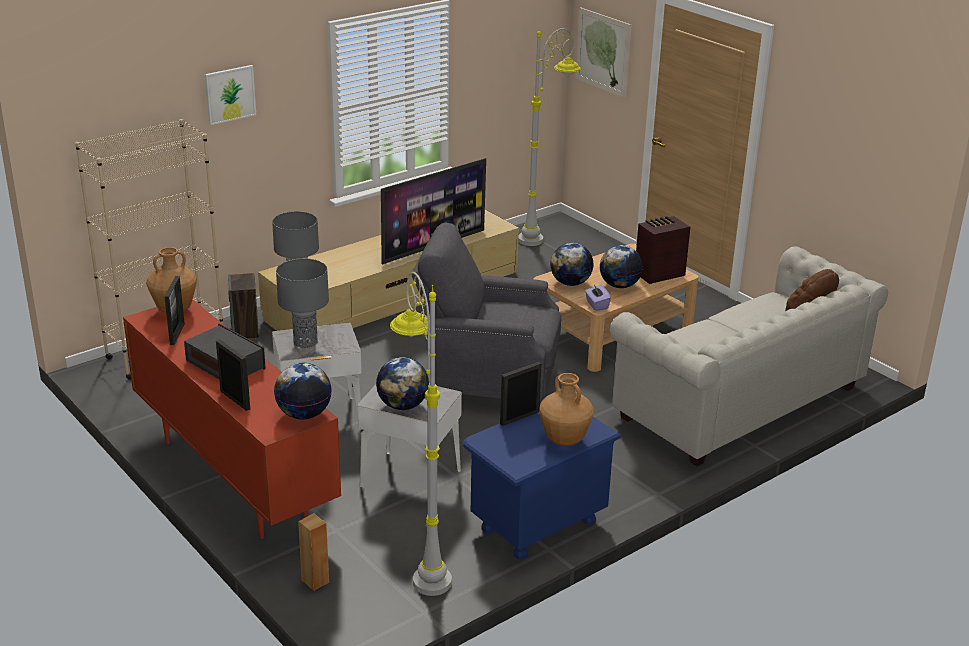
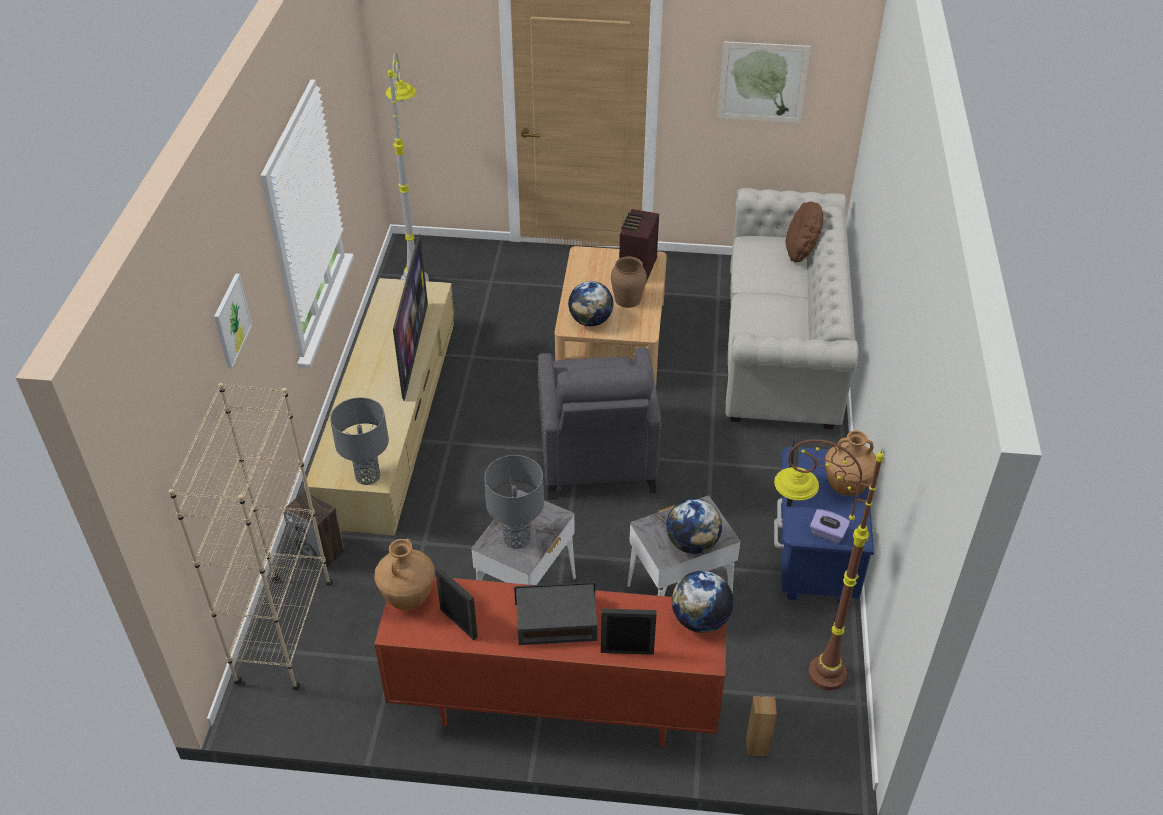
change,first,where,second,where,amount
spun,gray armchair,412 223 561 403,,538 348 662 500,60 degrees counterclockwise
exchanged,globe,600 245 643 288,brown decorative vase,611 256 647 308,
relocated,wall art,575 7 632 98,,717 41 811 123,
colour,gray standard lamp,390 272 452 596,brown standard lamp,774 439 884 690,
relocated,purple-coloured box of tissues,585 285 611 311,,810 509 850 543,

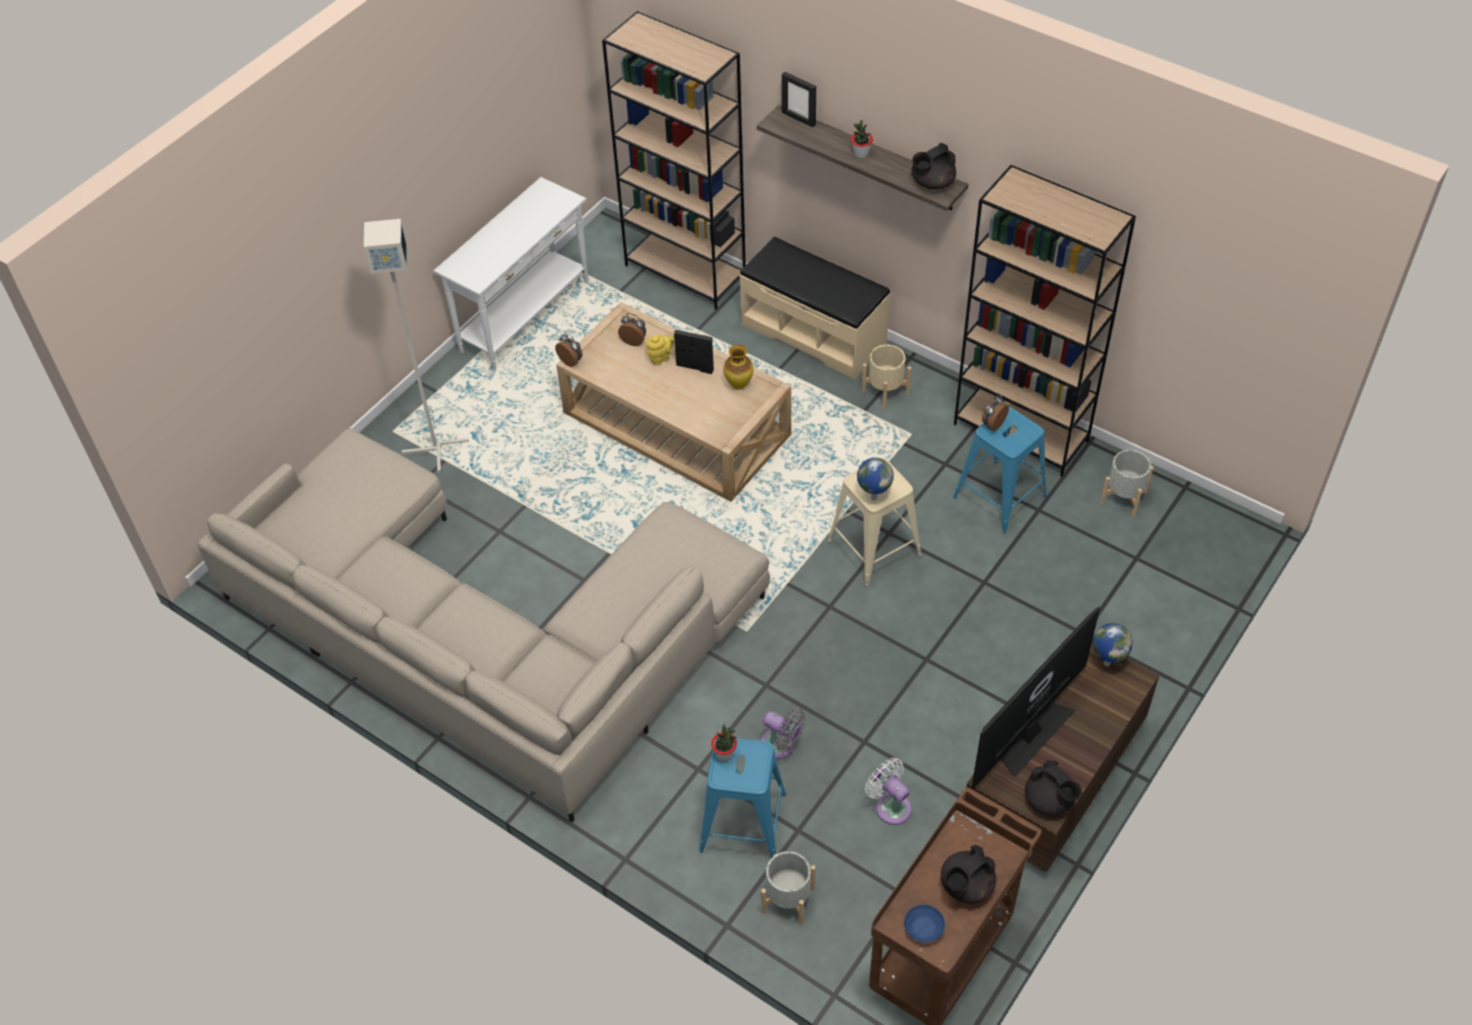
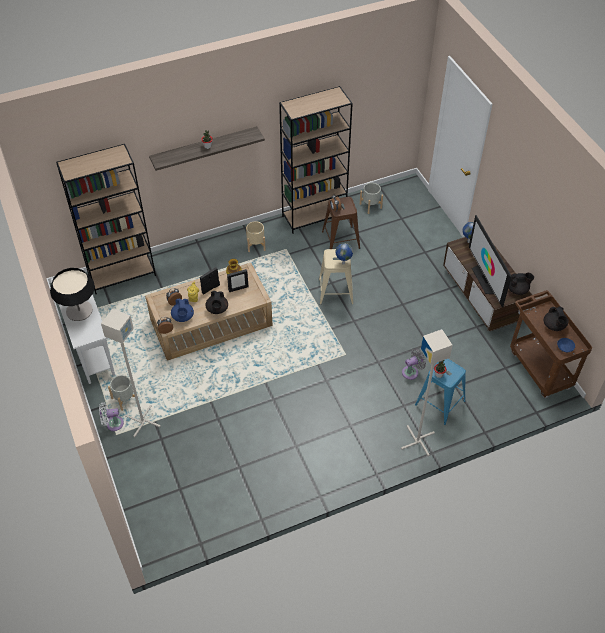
change,first,where,second,where,amount
appeared,,,lamp for a table,50 268 95 321,
relocated,white-coloured cooling fan,865 758 912 825,,99 402 124 431,
relocated,gray planter,761 851 816 925,,108 375 135 411,
appeared,,,blue-coloured teapot,171 299 194 322,
relocated,black teapot,912 143 956 190,,205 291 228 314,
relocated,picture frame,782 72 816 127,,227 269 248 292,
colour,blue-coloured stool,953 407 1047 533,brown stool,322 197 360 249,
appeared,,,gray standard lamp,401 329 453 456,
missing,beige-coloured settee,197 428 770 822,,,
missing,beige-coloured bench,739 237 890 379,,,

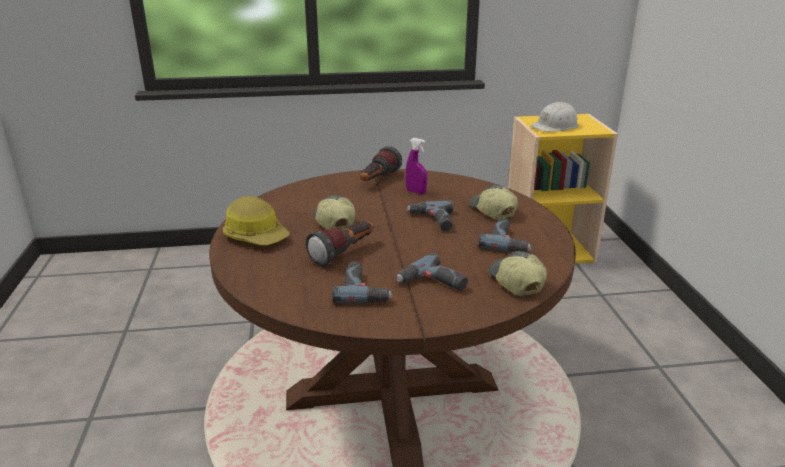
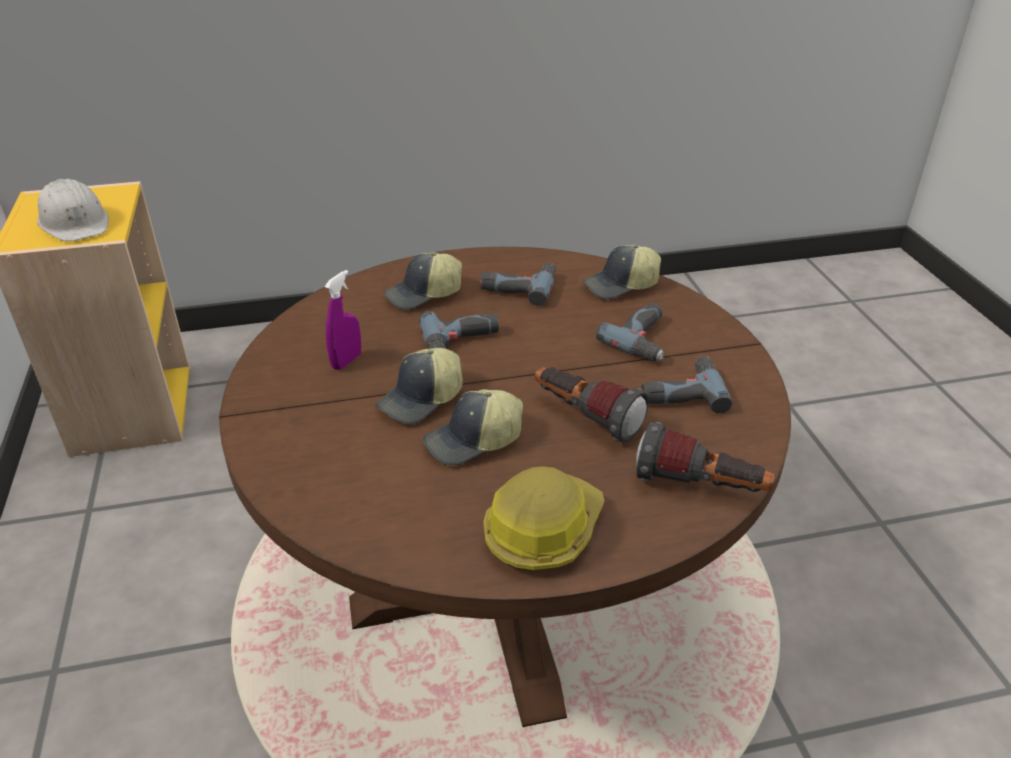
change,first,where,second,where,amount
appeared,,,baseball cap,375 348 463 424,
relocated,flashlight,360 146 402 181,,636 421 774 492,

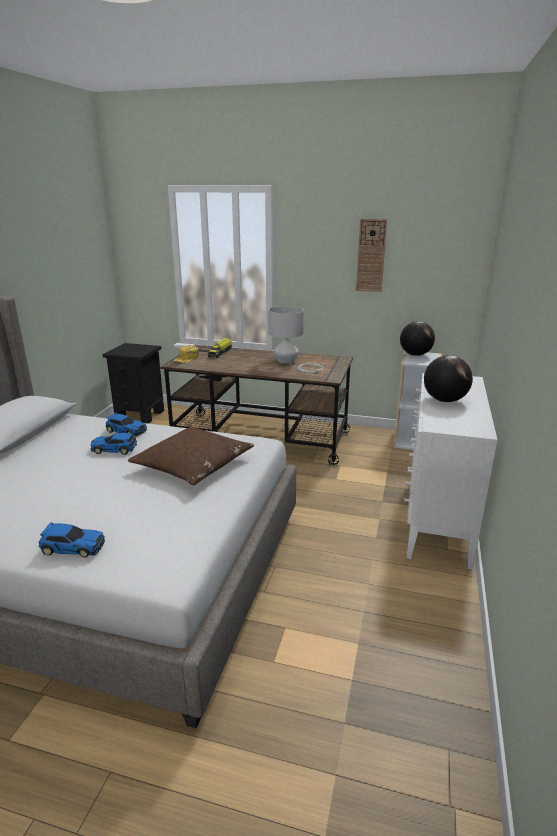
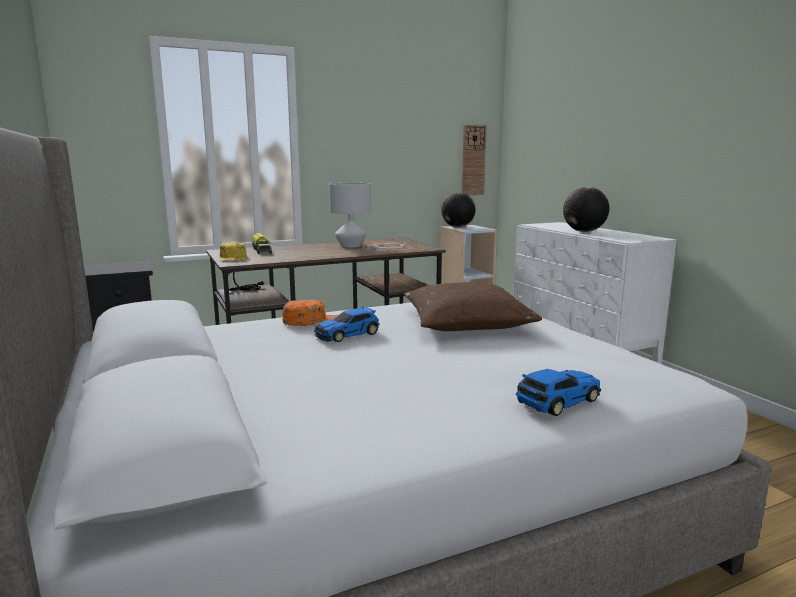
change,first,where,second,where,amount
exchanged,miniature car,106 413 147 437,orangey baseball cap,282 299 338 326,
relocated,hanging clock,356 219 387 292,,462 125 487 195,

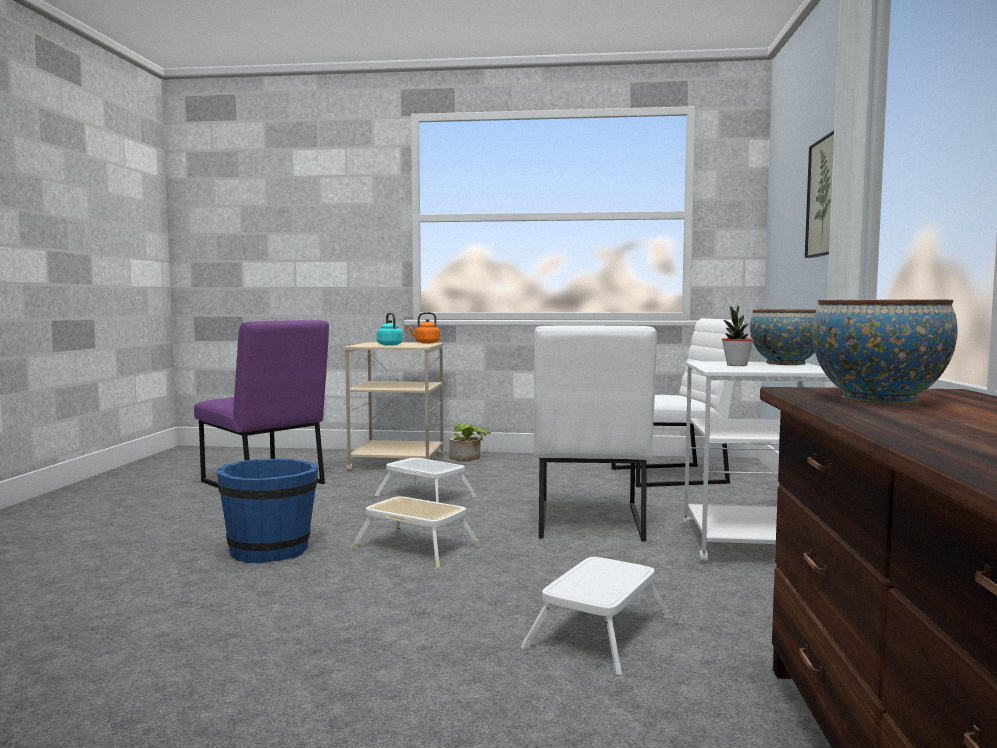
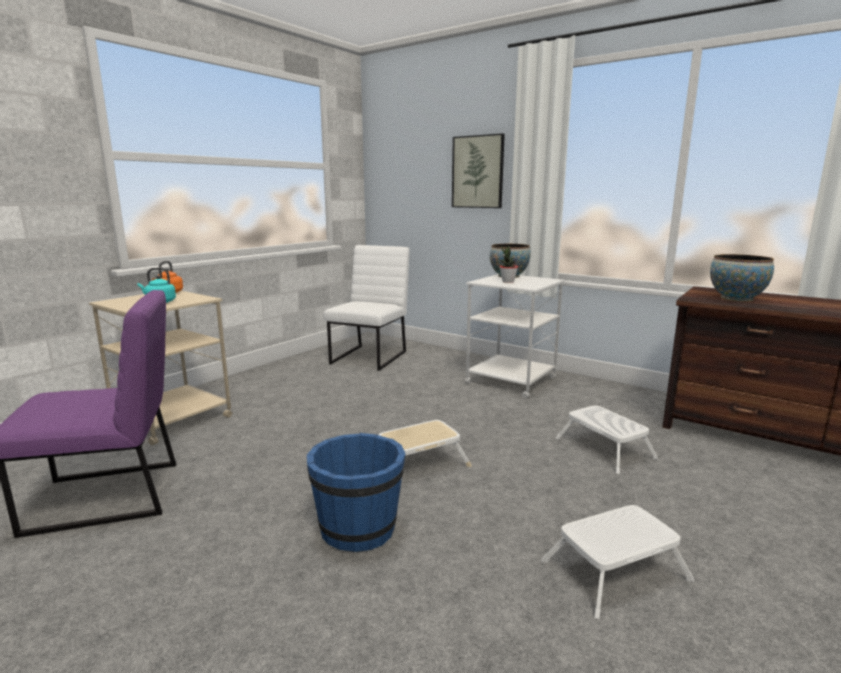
change,first,where,second,where,amount
relocated,white-coloured stepladder,375 458 477 503,,541 505 694 619,
missing,houseplant,449 423 491 461,,,
missing,white-coloured chair,534 326 657 541,,,

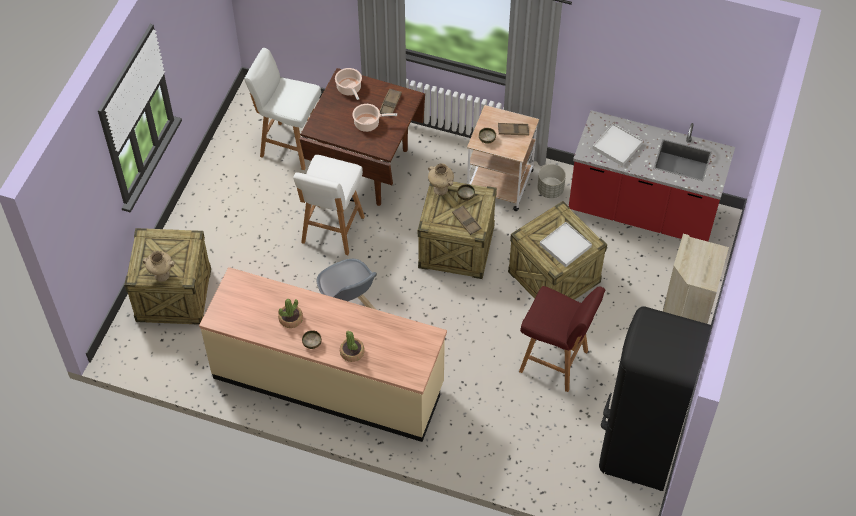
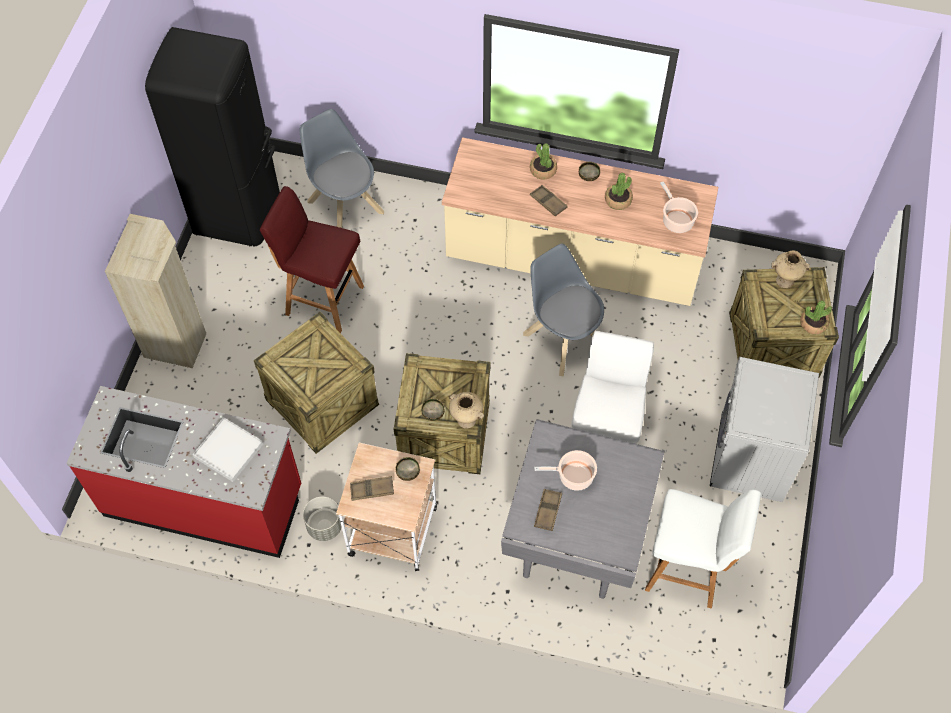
change,first,where,second,where,amount
appeared,,,gray chair,300 109 384 228,
colour,brown dinner table,299 68 425 206,gray dinner table,501 419 664 599,
relocated,brown tray,452 205 482 235,,530 185 568 216,
relocated,saucepot,335 68 362 100,,660 182 698 233,
appeared,,,white-coloured laundry machine,710 357 819 502,
appeared,,,houseplant,800 300 832 334,
missing,white-coloured tray,540 222 592 267,,,

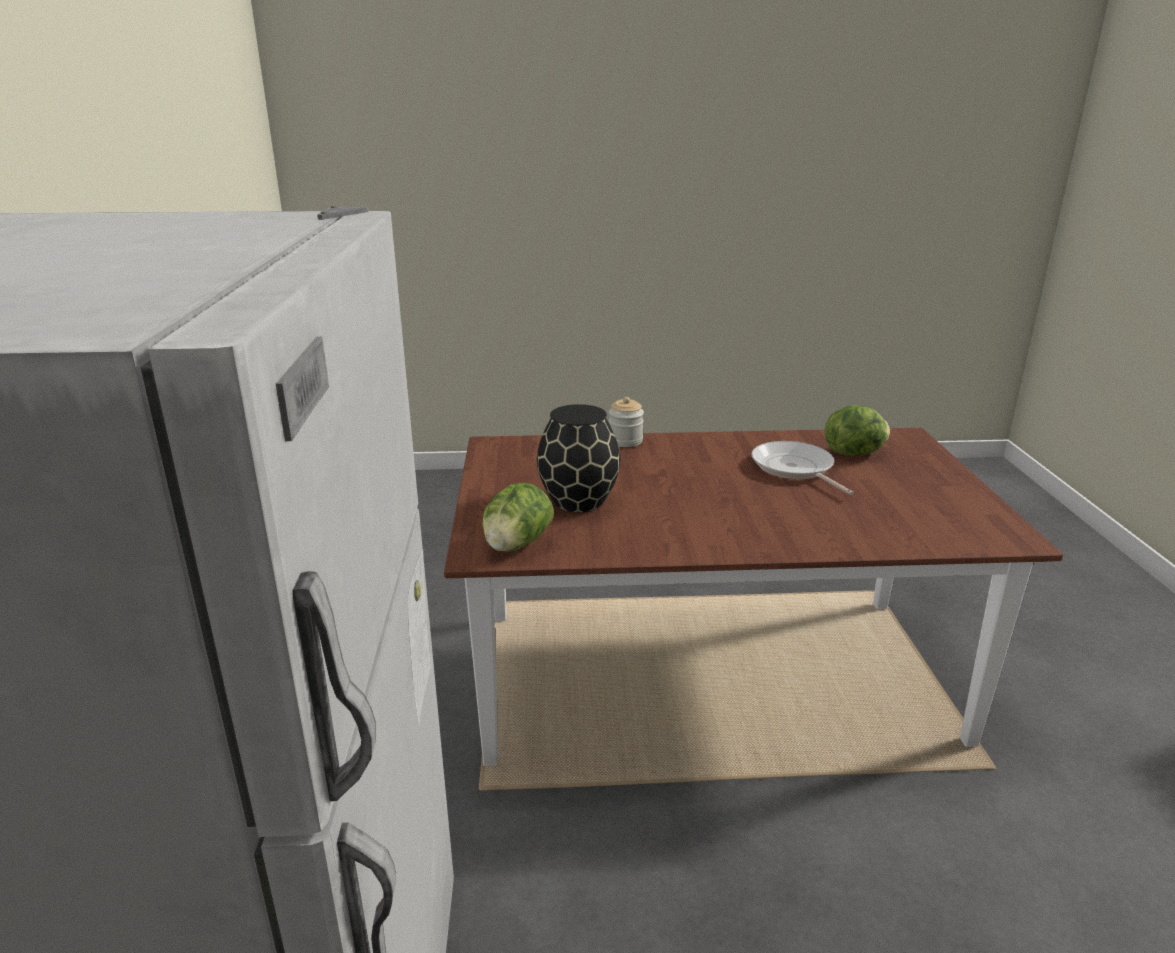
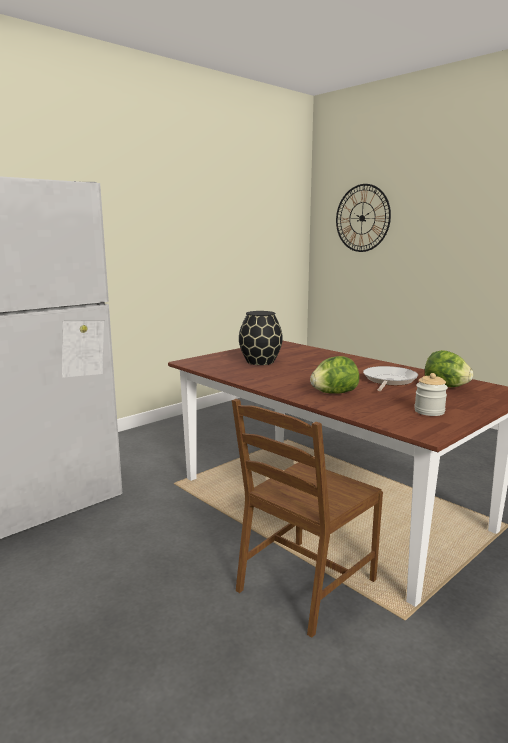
change,first,where,second,where,amount
appeared,,,brown chair,232 399 383 638,
relocated,head of lettuce,482 483 554 552,,310 356 359 394,
appeared,,,hanging clock,336 184 391 252,
relocated,preserve jar,609 397 644 447,,414 373 448 416,

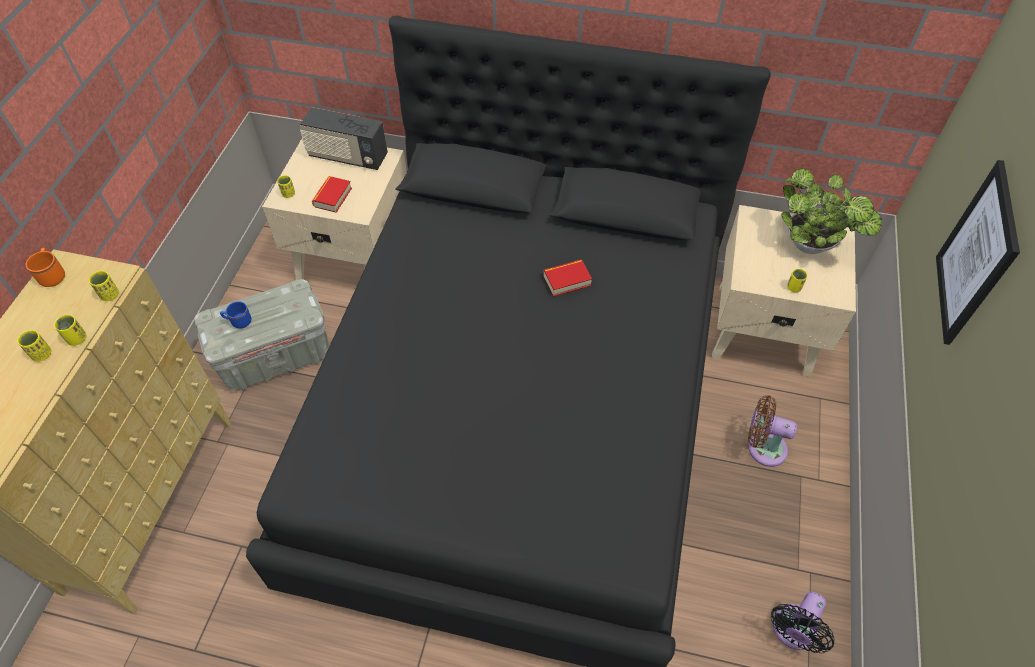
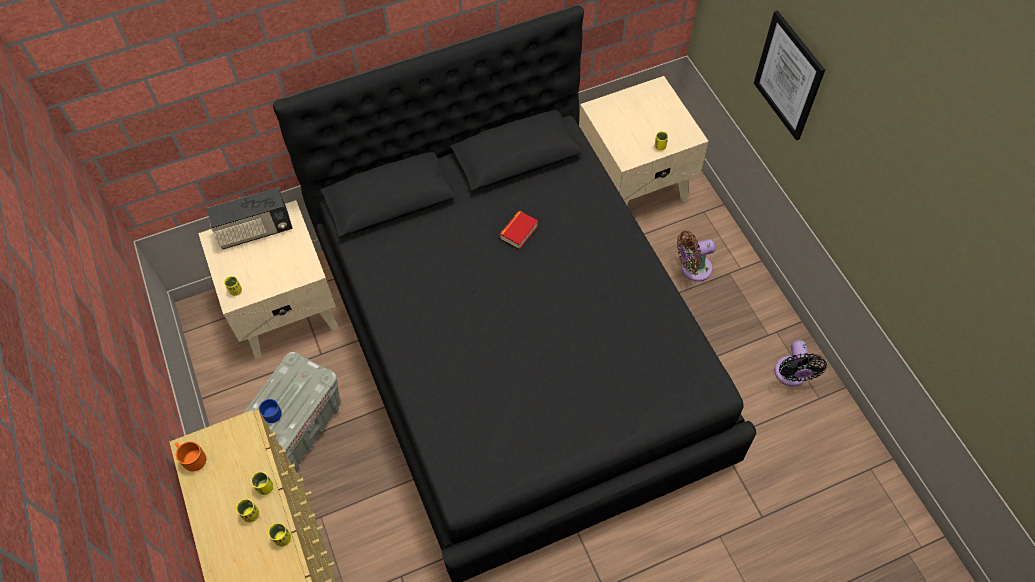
change,first,where,second,where,amount
relocated,yellow-coloured cup,89 271 119 301,,268 523 291 547,
missing,book,312 176 352 213,,,
missing,houseplant,781 168 882 254,,,

